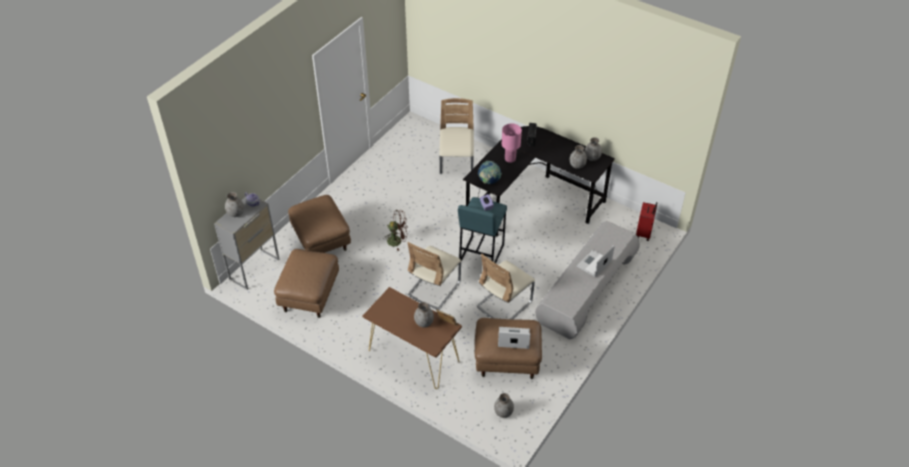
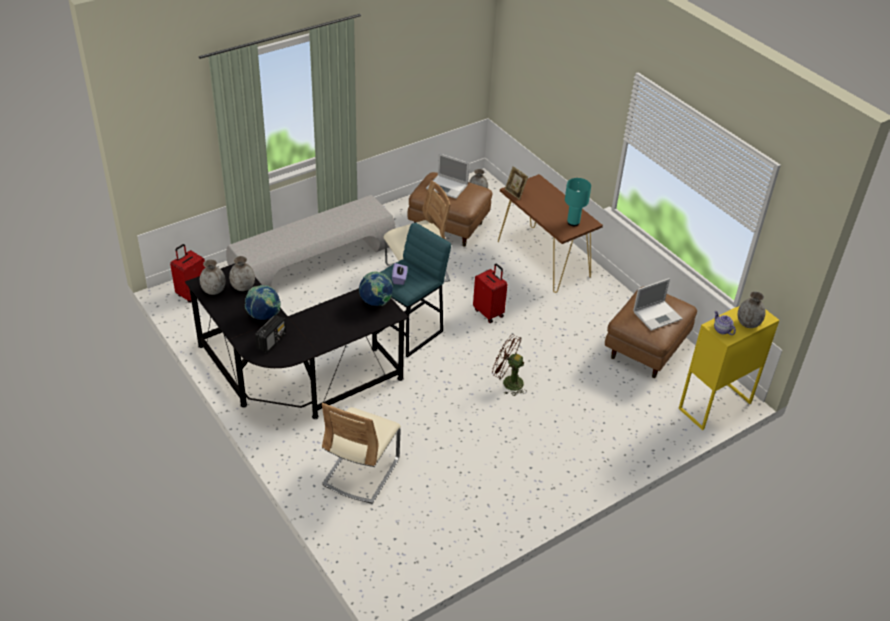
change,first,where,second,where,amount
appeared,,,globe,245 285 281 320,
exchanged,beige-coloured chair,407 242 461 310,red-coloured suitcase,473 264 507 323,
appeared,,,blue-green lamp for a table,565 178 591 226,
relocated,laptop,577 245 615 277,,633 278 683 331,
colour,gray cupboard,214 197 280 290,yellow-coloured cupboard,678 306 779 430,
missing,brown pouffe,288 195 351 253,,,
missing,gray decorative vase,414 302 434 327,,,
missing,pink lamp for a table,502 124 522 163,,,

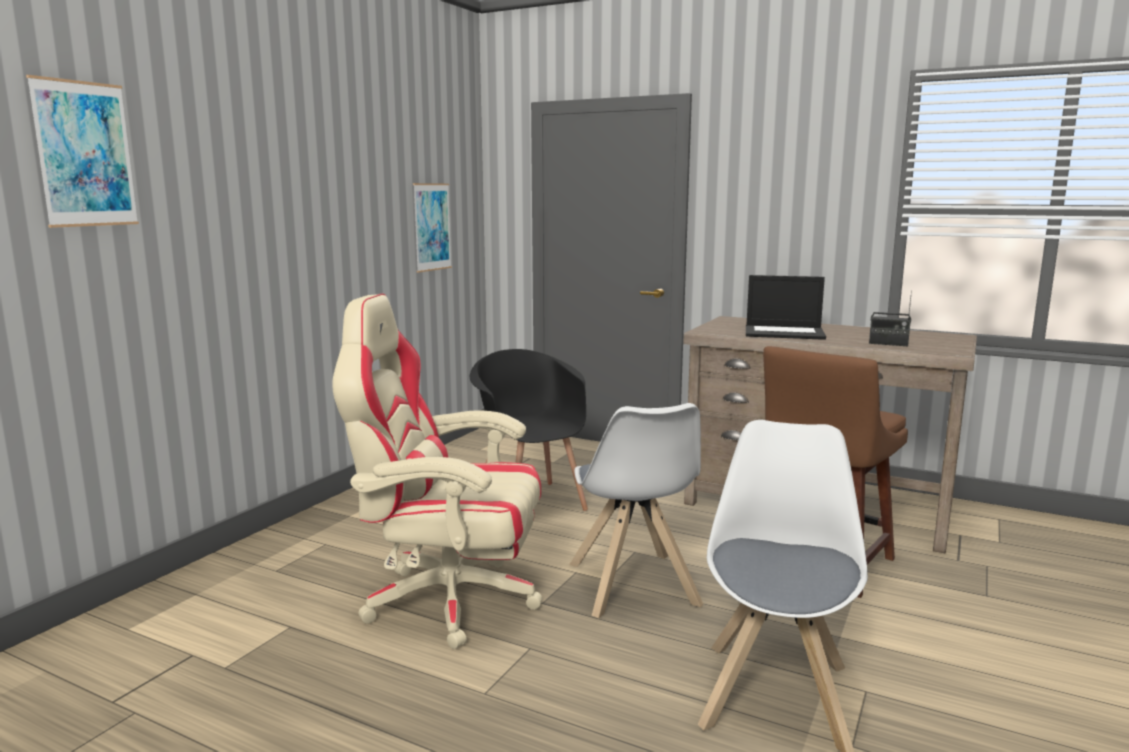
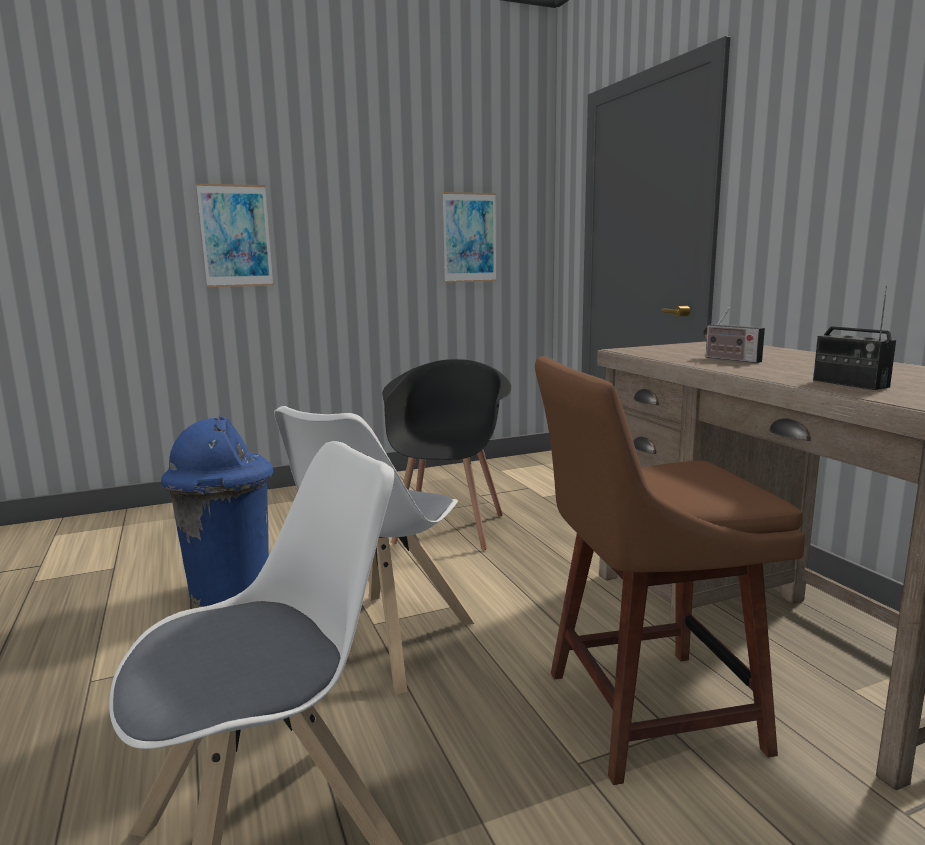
change,first,where,second,where,amount
exchanged,beige-coloured desk chair,332 294 542 649,blue-coloured waste bin,161 416 273 607,
relocated,wall art,26 75 139 228,,196 183 273 287,
exchanged,laptop,746 275 826 340,radio set,703 307 765 363,

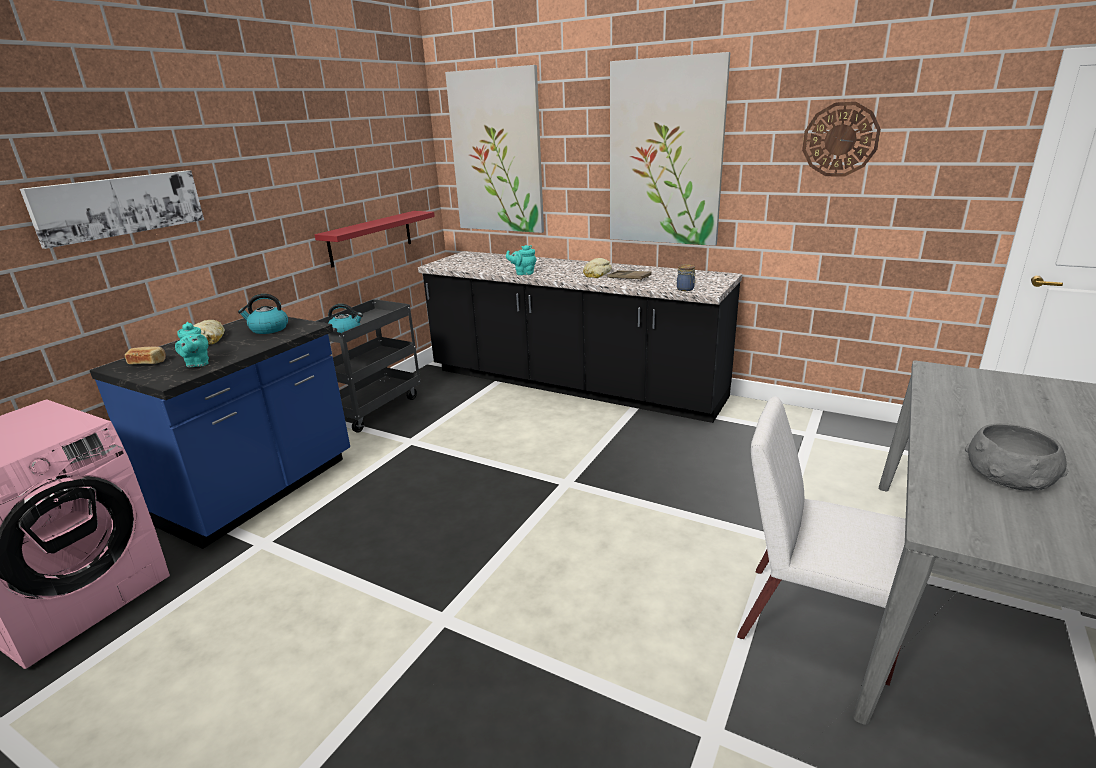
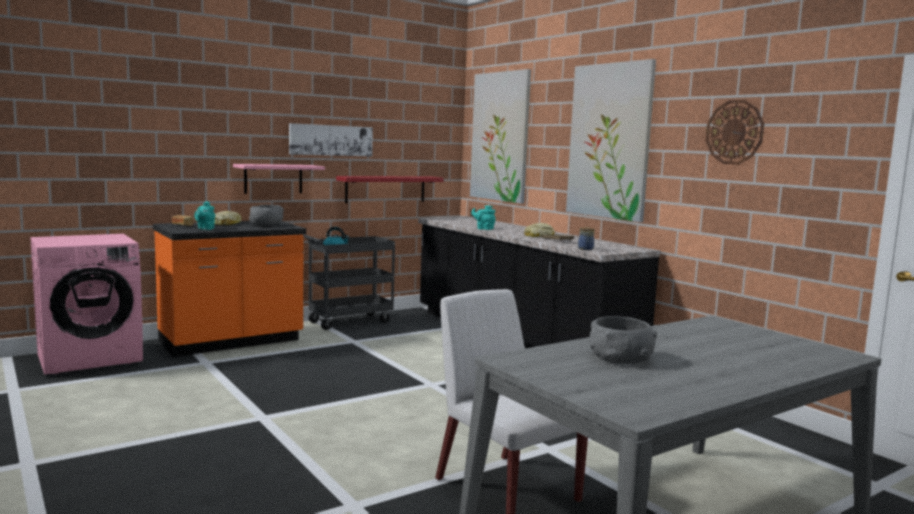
change,first,where,second,where,amount
colour,blue-coloured kitchen counter,90 317 350 549,orangey kitchen counter,153 221 306 357,
appeared,,,pink bracket shelf,233 164 325 194,
exchanged,kettle,238 294 288 334,gray serving bowl,249 205 284 225,
relocated,wall art,20 170 204 249,,289 123 373 156,

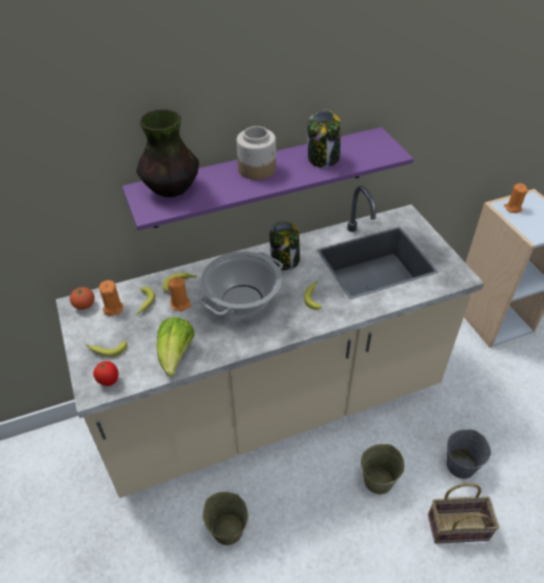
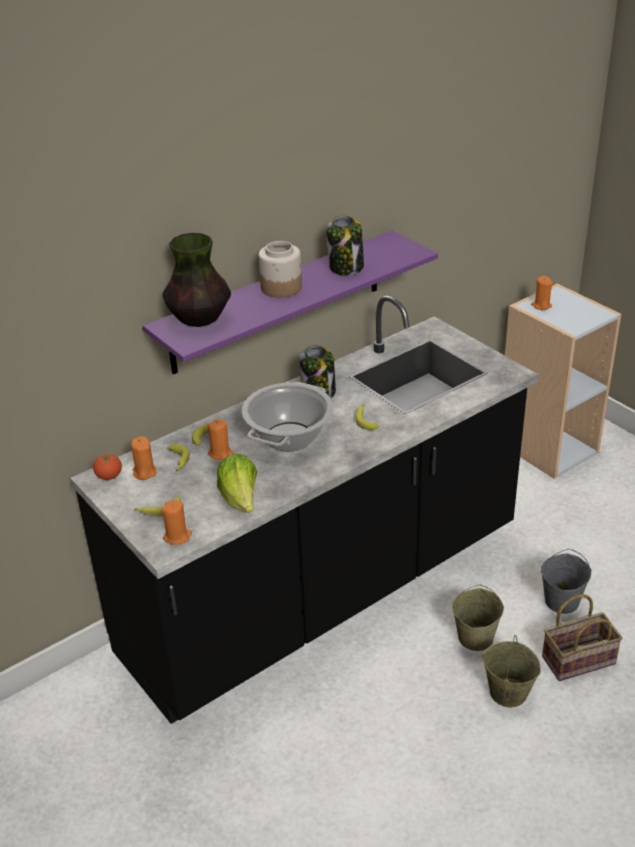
change,first,where,second,where,amount
colour,beige-coloured kitchen counter,56 186 484 498,black kitchen counter,70 295 538 724,
exchanged,whole tomato,93 361 118 386,orangey wax light,161 500 192 545,
relocated,beige-coloured water bucket,203 492 248 545,,482 635 541 707,

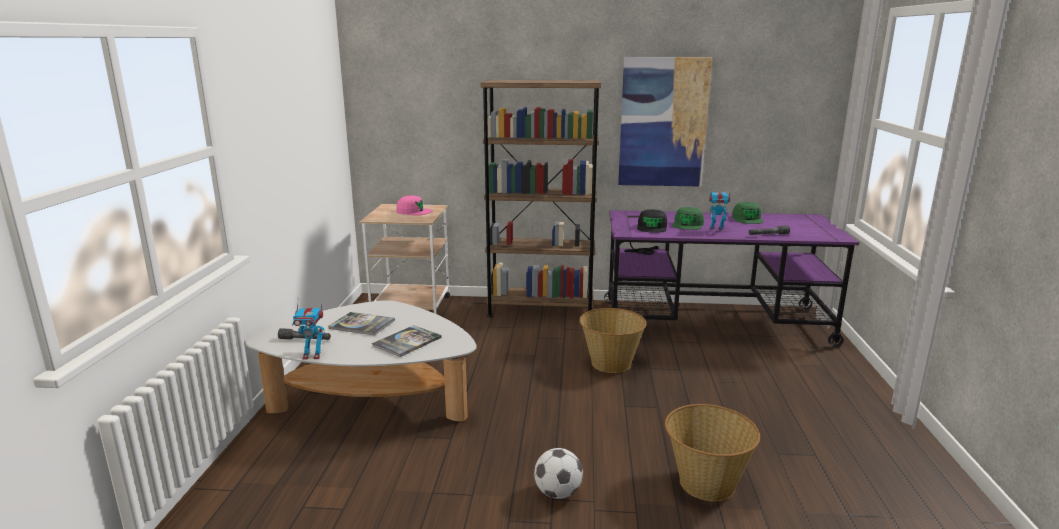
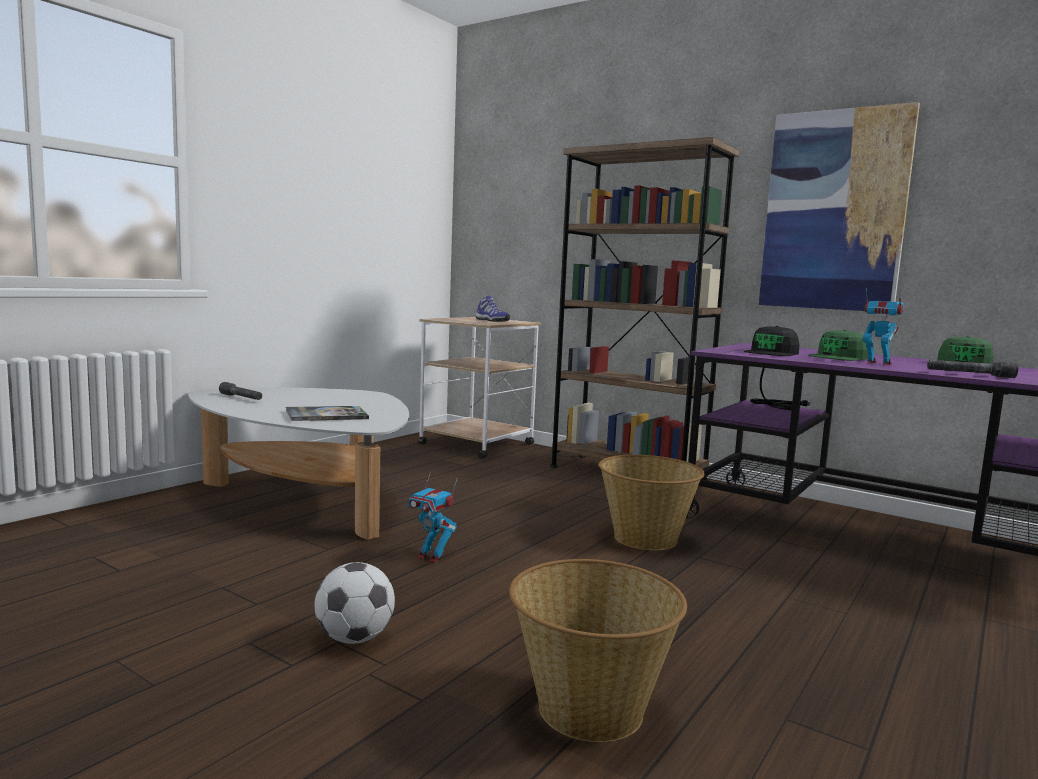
change,first,where,second,where,amount
relocated,toy robot,292 303 324 359,,408 472 457 563,
exchanged,pink baseball cap,396 195 432 215,shoe,476 296 510 322,
missing,book,328 312 395 335,,,

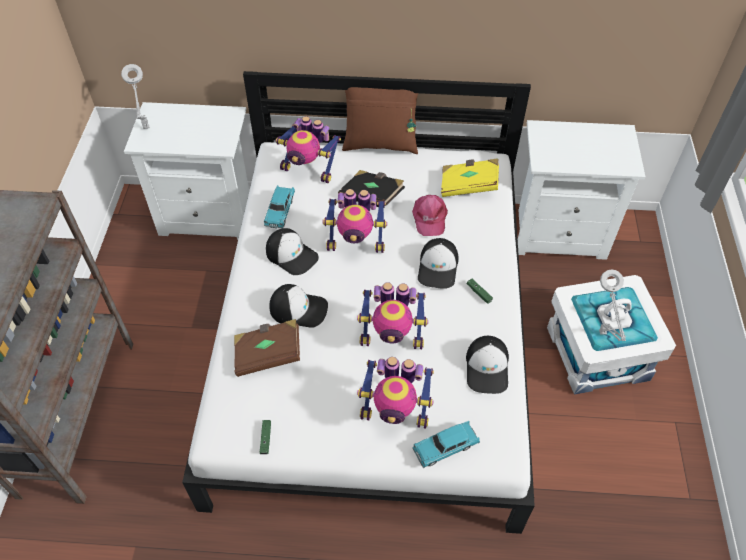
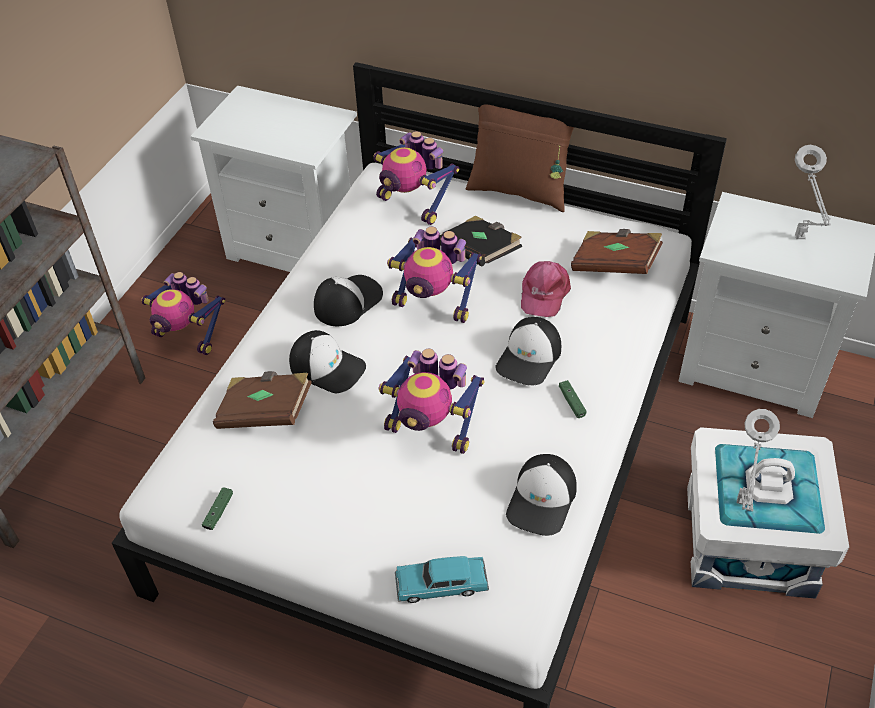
change,first,where,second,where,amount
relocated,toy robot,357 357 434 429,,141 272 225 355,
spun,baseball cap,266 228 319 275,,314 275 383 326,105 degrees counterclockwise
colour,yellow-coloured book,441 158 499 197,brown book,571 229 663 274,
relocated,gray lamp for a table,121 64 150 129,,795 145 831 239,
missing,blue-green miniature car,264 185 295 228,,,

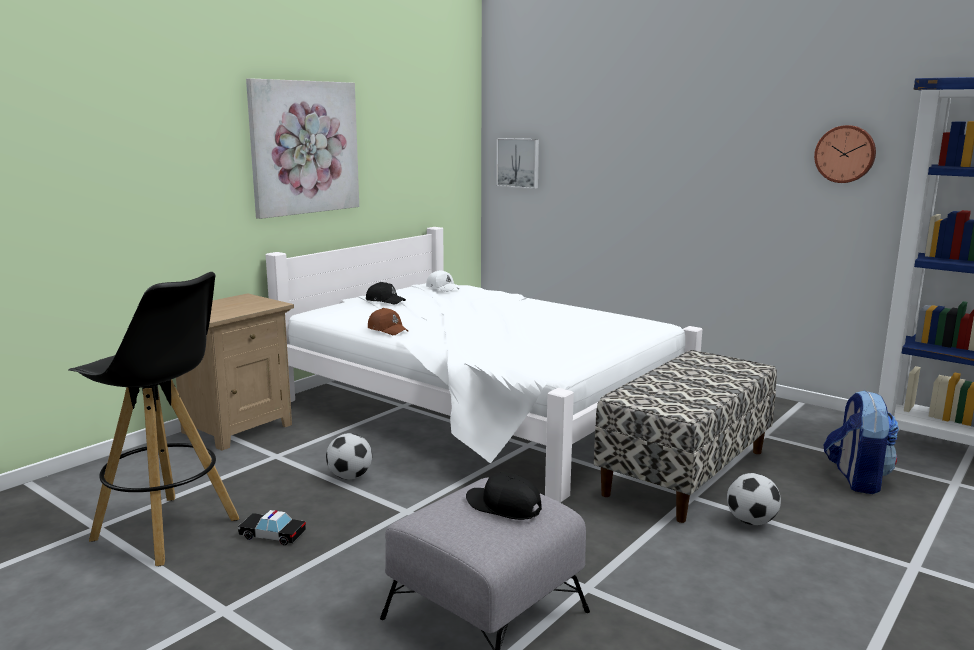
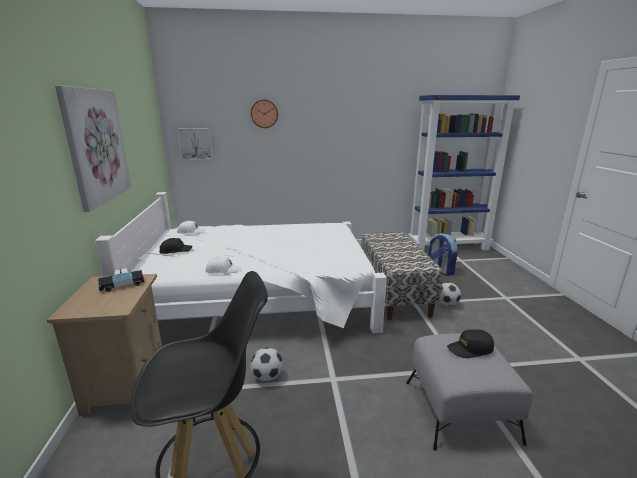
change,first,where,second,where,amount
relocated,miniature car,238 510 306 545,,98 268 144 292,
colour,brown baseball cap,368 308 408 335,white-coloured baseball cap,205 256 241 274,
relocated,hanging clock,814 125 876 183,,251 99 278 128,

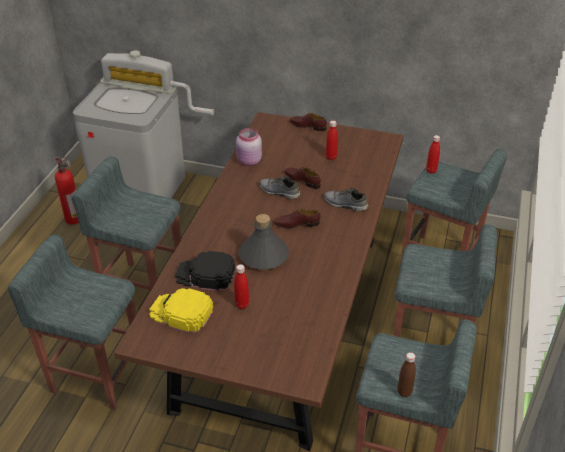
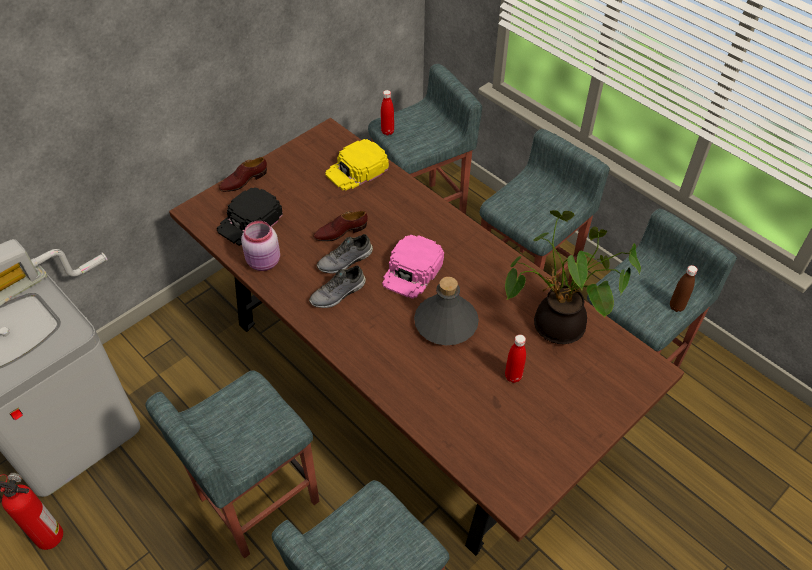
change,first,where,second,where,amount
relocated,black baseball cap,175 251 235 291,,217 187 283 246,
relocated,gray shoe,324 188 368 211,,309 265 366 308,
relocated,yellow-coloured baseball cap,149 288 213 334,,325 139 389 190,
exchanged,brown shoe,274 208 321 229,pink baseball cap,382 235 444 299,
appeared,,,houseplant,505 210 641 344,
missing,red-coloured beverage bottle,326 121 338 160,,,

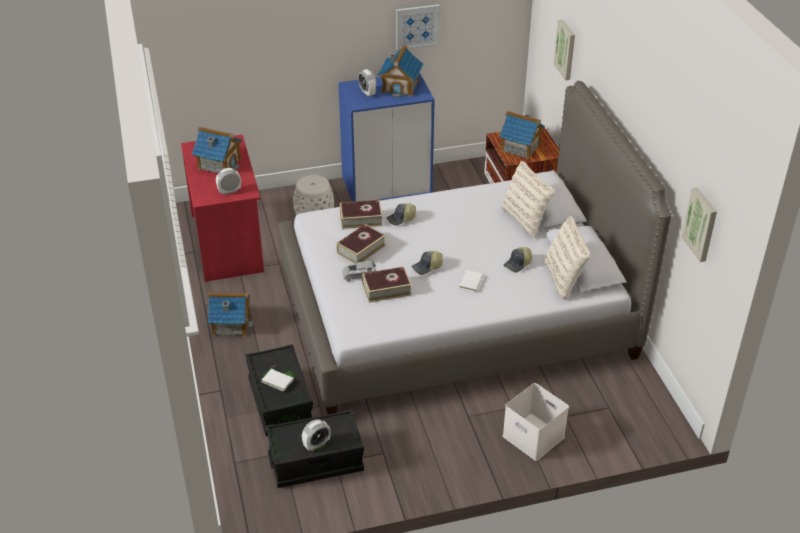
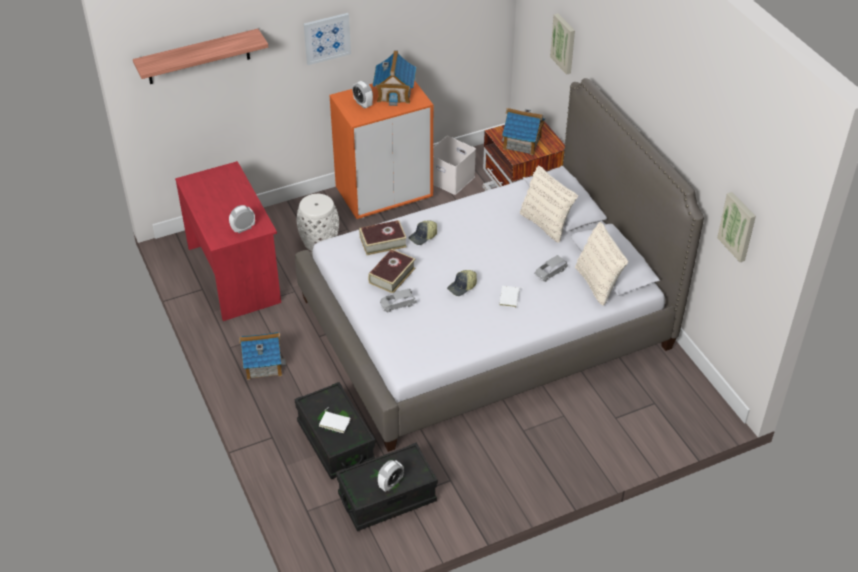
change,first,where,second,where,amount
appeared,,,bracket shelf,133 29 268 84,
relocated,wall art,396 4 440 51,,304 13 351 65,
colour,blue-coloured cupboard,338 73 435 202,orangey cupboard,330 81 433 219,
relocated,white-coloured storage container,503 383 569 461,,433 136 476 195,
exchanged,baseball cap,503 247 532 272,gray miniature car,535 255 568 282,
missing,toy house,192 127 242 173,,,
missing,book,362 267 412 303,,,

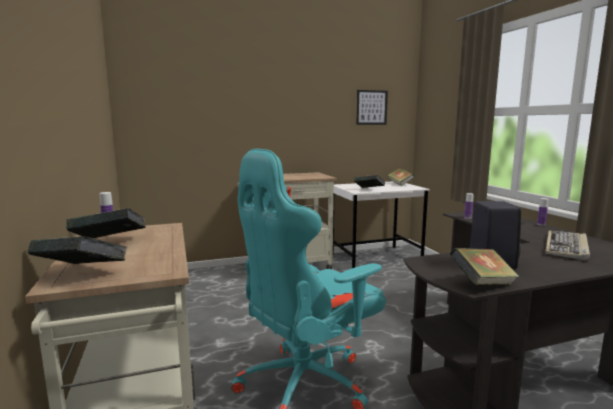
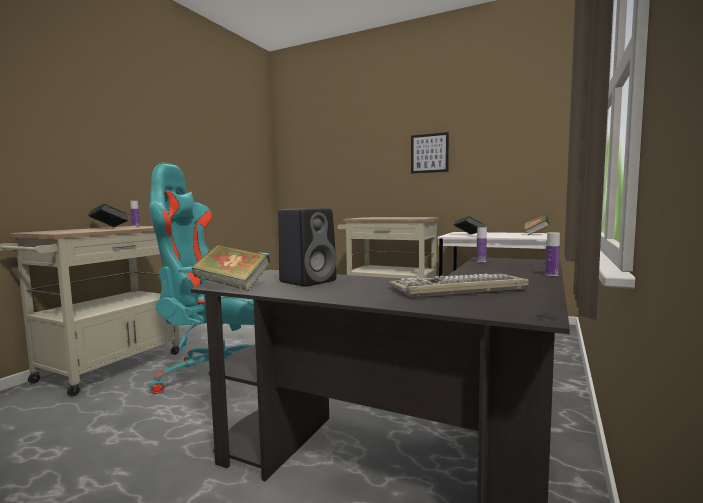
change,first,where,second,where,amount
relocated,wall art,356 90 388 125,,411 132 449 174,
missing,book,27 236 128 264,,,

